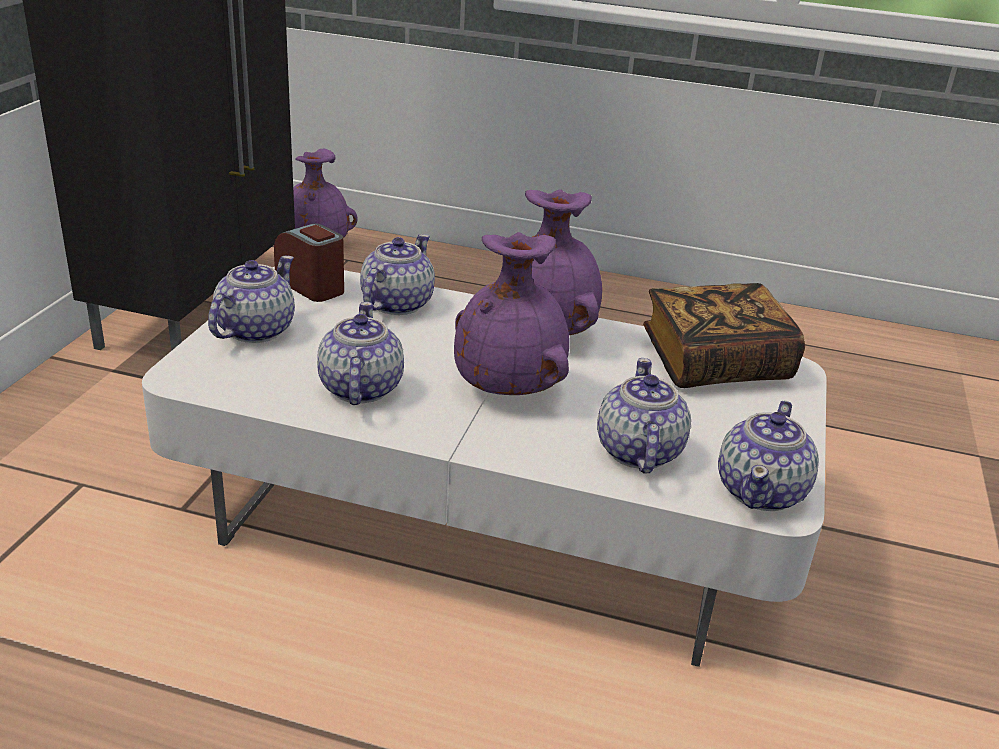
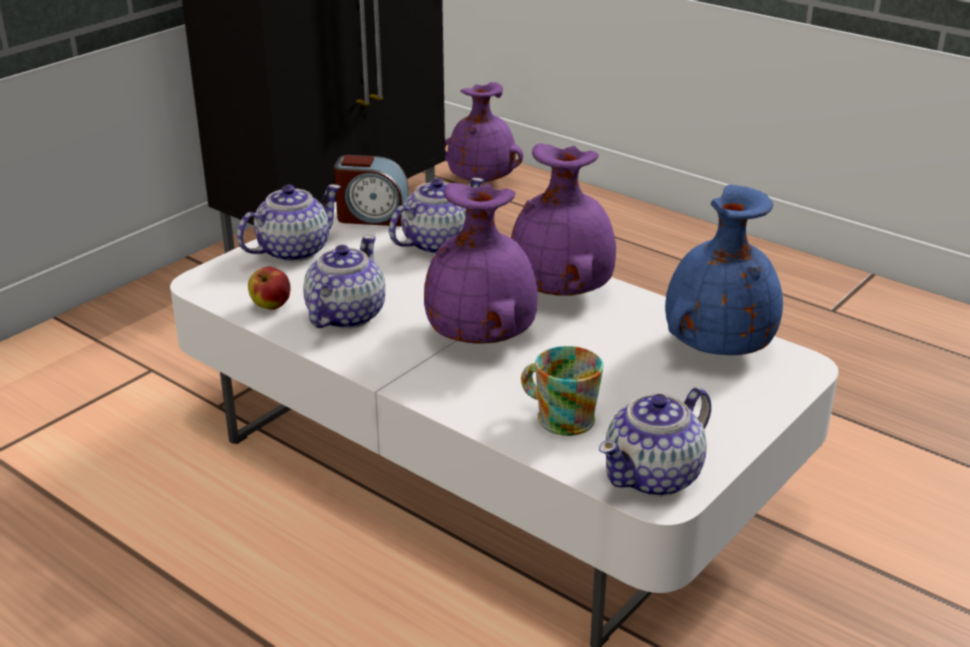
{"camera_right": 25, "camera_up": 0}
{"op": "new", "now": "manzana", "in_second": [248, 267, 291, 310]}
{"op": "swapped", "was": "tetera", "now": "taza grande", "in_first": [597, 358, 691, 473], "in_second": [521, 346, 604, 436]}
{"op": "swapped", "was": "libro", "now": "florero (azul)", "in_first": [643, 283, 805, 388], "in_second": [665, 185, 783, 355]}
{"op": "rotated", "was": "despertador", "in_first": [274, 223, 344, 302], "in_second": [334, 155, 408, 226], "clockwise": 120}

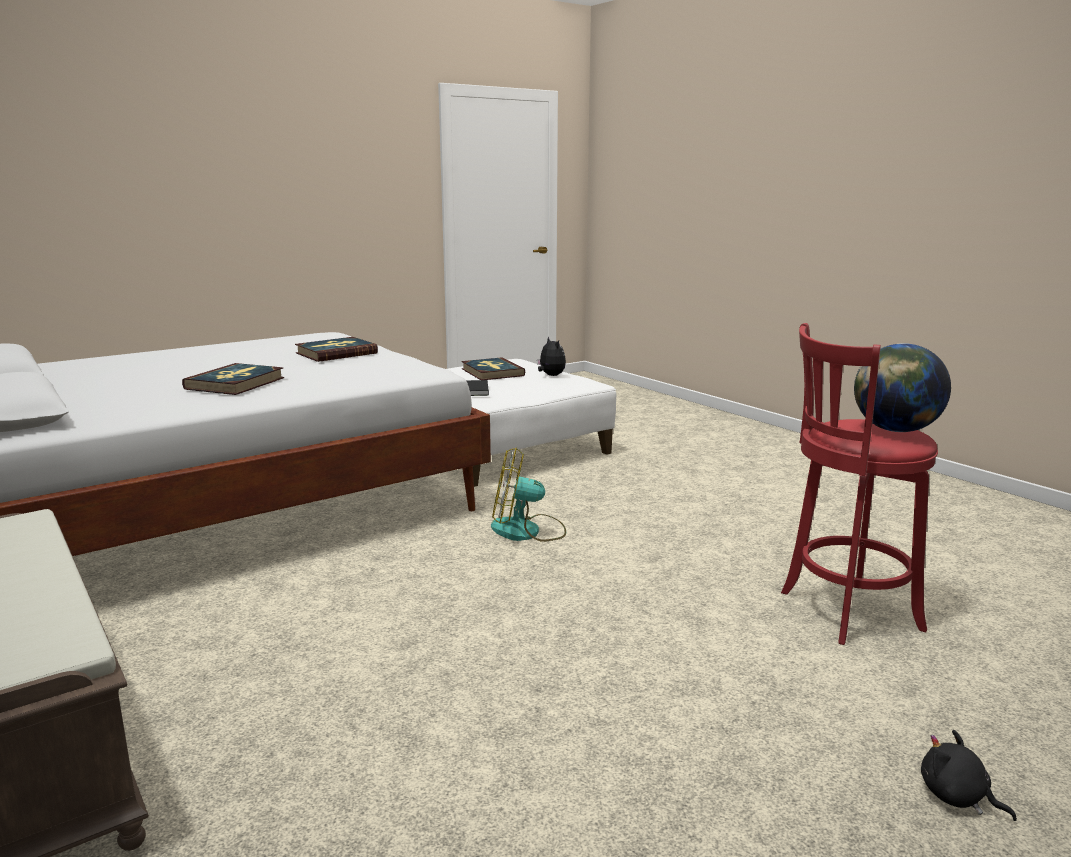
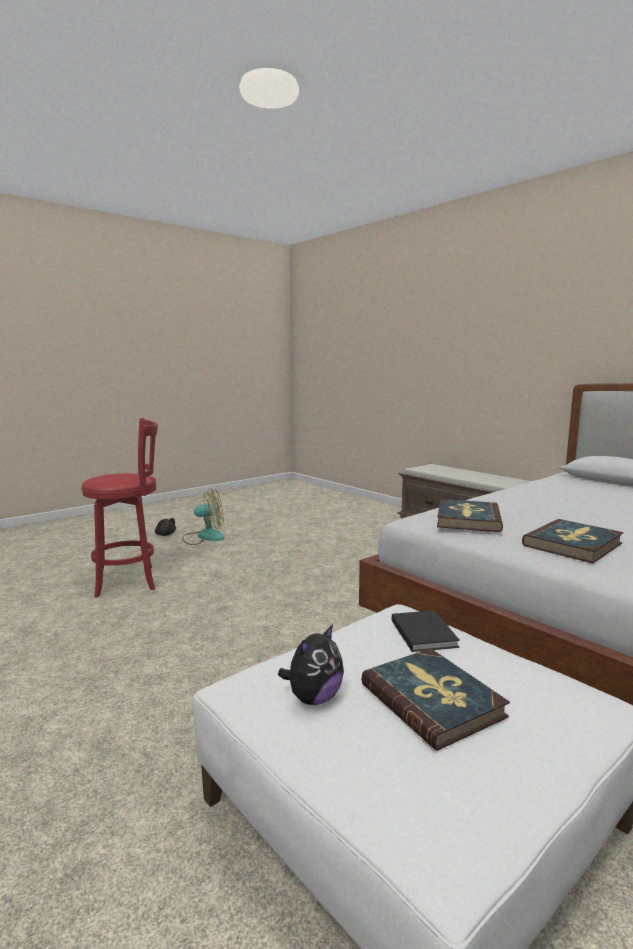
{"camera_right": 175, "camera_up": -5}
{"op": "gone", "was": "globo terráqueo", "in_first": [854, 343, 951, 432]}
{"op": "shifted", "was": "libro", "in_first": [182, 363, 284, 395], "in_second": [437, 499, 503, 532]}
{"op": "shifted", "was": "ventilador", "in_first": [491, 448, 566, 542], "in_second": [182, 488, 224, 545]}
{"op": "rotated", "was": "peluche", "in_first": [537, 336, 566, 376], "in_second": [278, 624, 344, 705], "clockwise": -105}

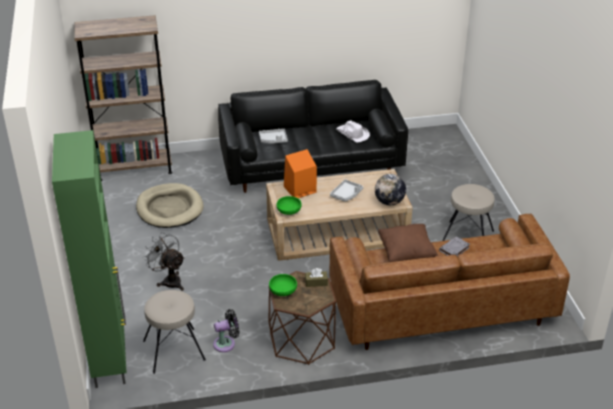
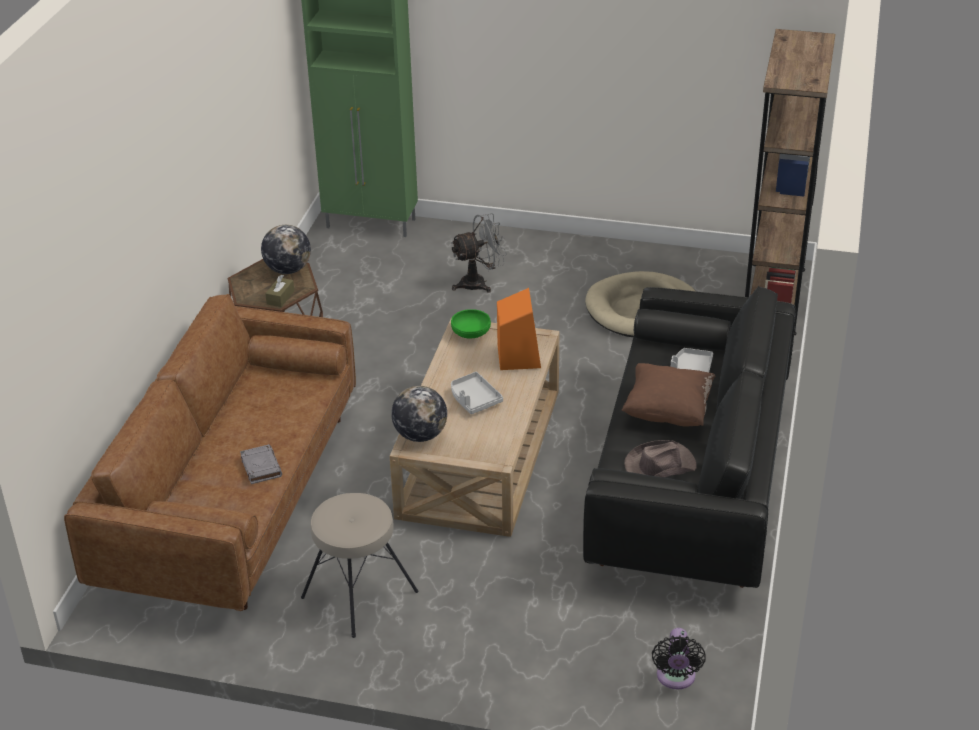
{"camera_right": 115, "camera_up": 0}
{"op": "gone", "was": "taburete (beis)", "in_first": [143, 290, 206, 374]}
{"op": "shifted", "was": "ventilador (negro)", "in_first": [213, 309, 239, 352], "in_second": [652, 628, 706, 690]}
{"op": "shifted", "was": "cojín (marrón)", "in_first": [378, 224, 438, 262], "in_second": [621, 363, 716, 426]}
{"op": "swapped", "was": "cuenco (verde)", "now": "globo terráqueo", "in_first": [269, 274, 297, 296], "in_second": [261, 225, 311, 274]}
{"op": "repainted", "was": "sombrero (blanco)", "now": "sombrero (marrón)", "in_first": [336, 120, 370, 142], "in_second": [624, 440, 696, 478]}

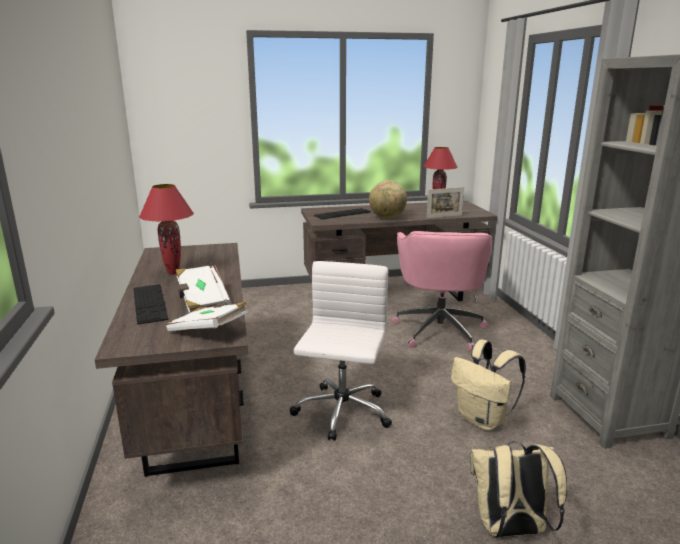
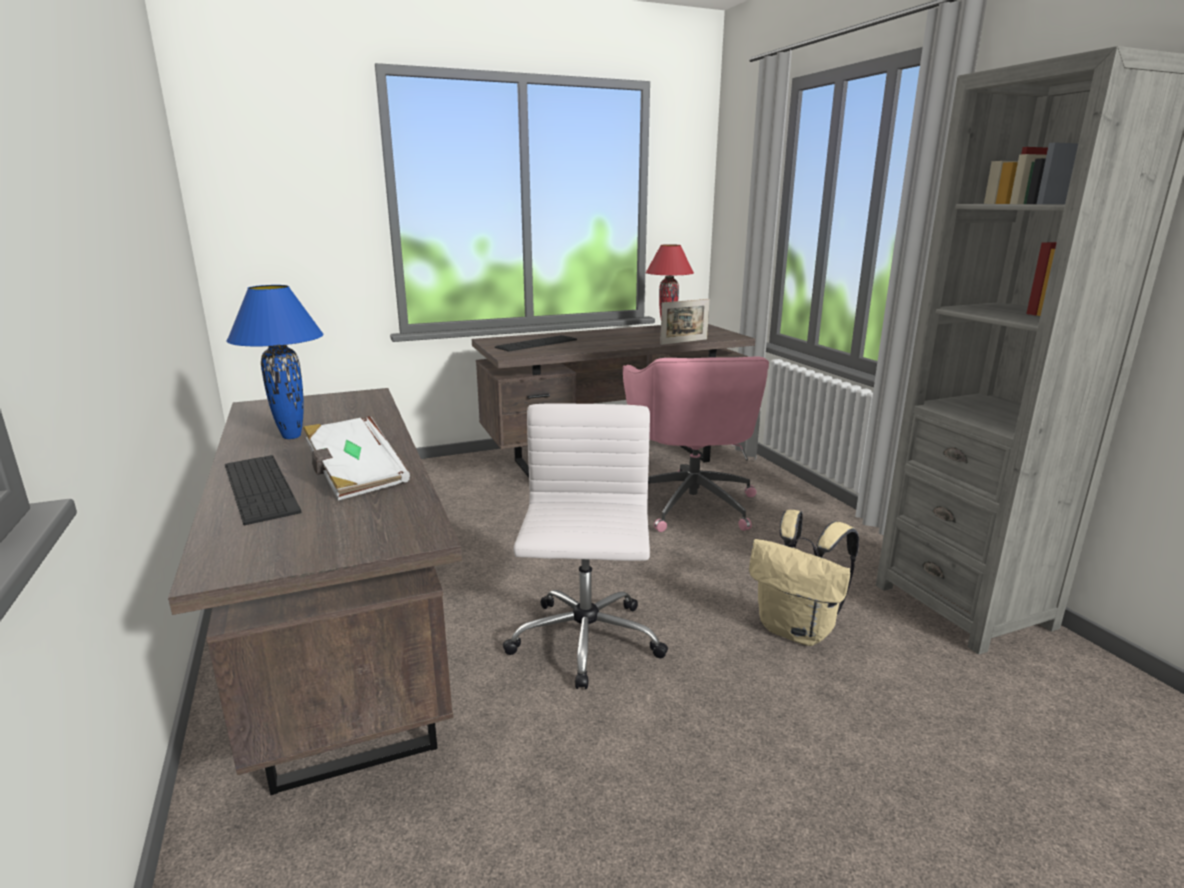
{"camera_right": -10, "camera_up": 0}
{"op": "gone", "was": "libro (blanco)", "in_first": [166, 302, 248, 332]}
{"op": "gone", "was": "globo terráqueo", "in_first": [369, 180, 407, 219]}
{"op": "gone", "was": "mochila (beis)", "in_first": [469, 441, 567, 538]}
{"op": "repainted", "was": "lámpara de mesa (rojo)", "now": "lámpara de mesa (azul)", "in_first": [139, 184, 194, 274], "in_second": [226, 285, 324, 439]}

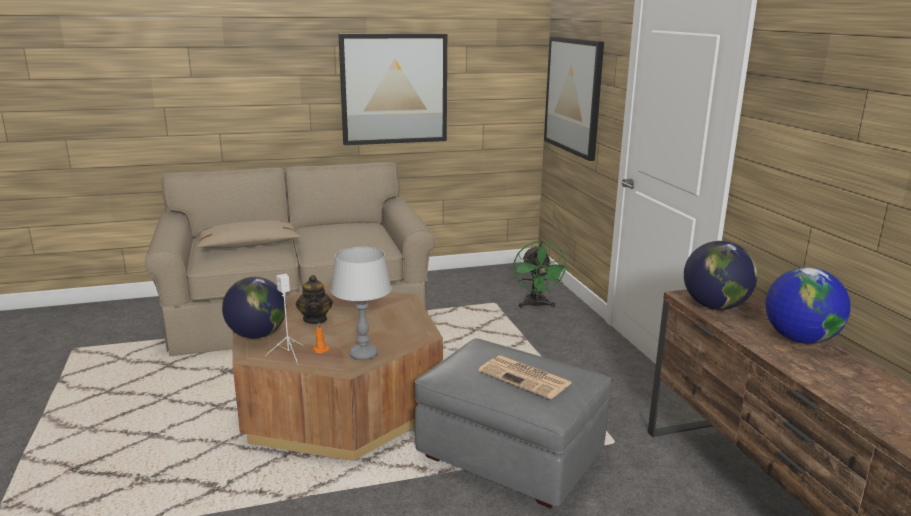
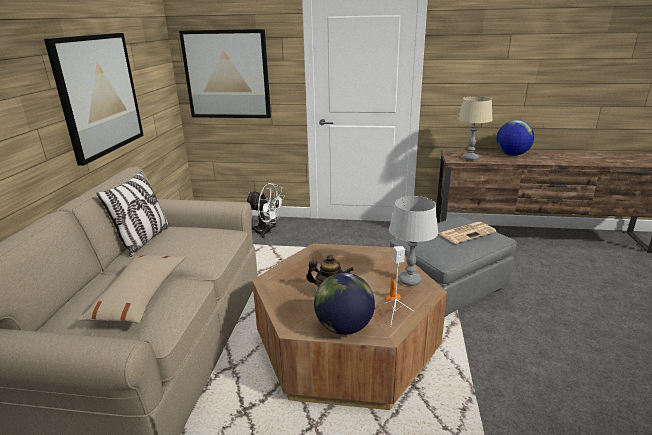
{"camera_right": -65, "camera_up": 5}
{"op": "new", "now": "cojín", "in_second": [96, 171, 170, 257]}
{"op": "swapped", "was": "globo terráqueo", "now": "lámpara de mesa (beis)", "in_first": [684, 241, 757, 310], "in_second": [458, 96, 493, 160]}
{"op": "repainted", "was": "ventilador (verde)", "now": "ventilador (blanco)", "in_first": [513, 241, 568, 308], "in_second": [247, 183, 285, 238]}

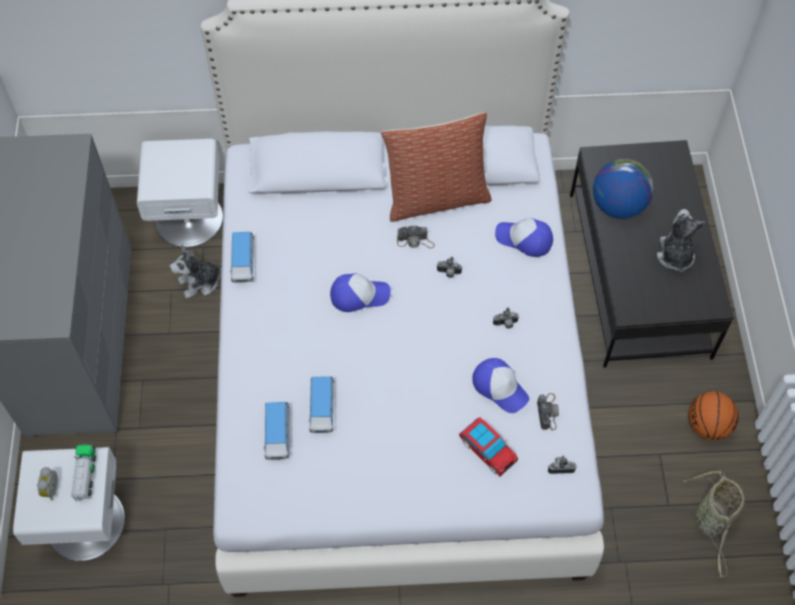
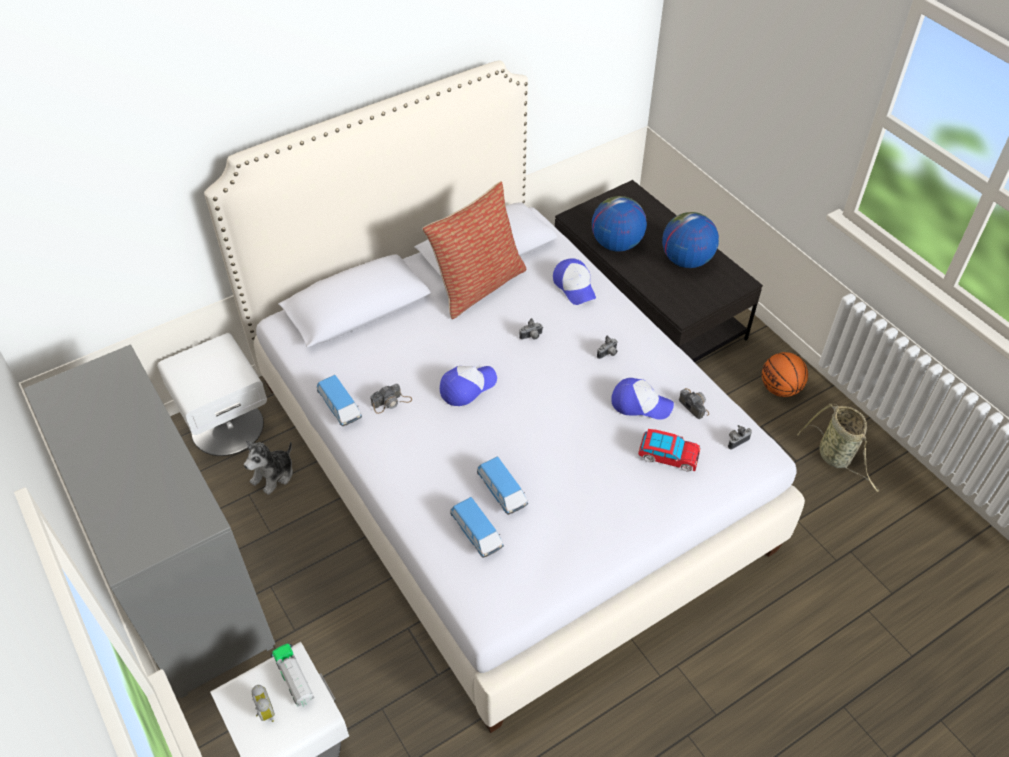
{"camera_right": -30, "camera_up": -10}
{"op": "shifted", "was": "cámara", "in_first": [397, 226, 435, 249], "in_second": [370, 384, 412, 414]}
{"op": "swapped", "was": "peluche", "now": "globo terráqueo", "in_first": [657, 209, 706, 273], "in_second": [662, 212, 719, 268]}
{"op": "rotated", "was": "gorra", "in_first": [495, 218, 553, 257], "in_second": [553, 258, 596, 305], "clockwise": -105}

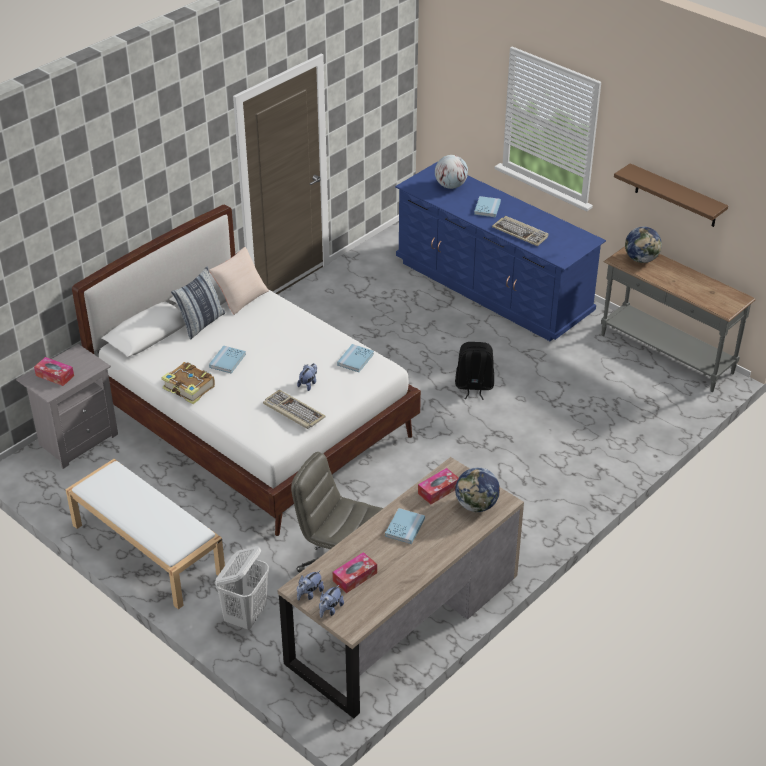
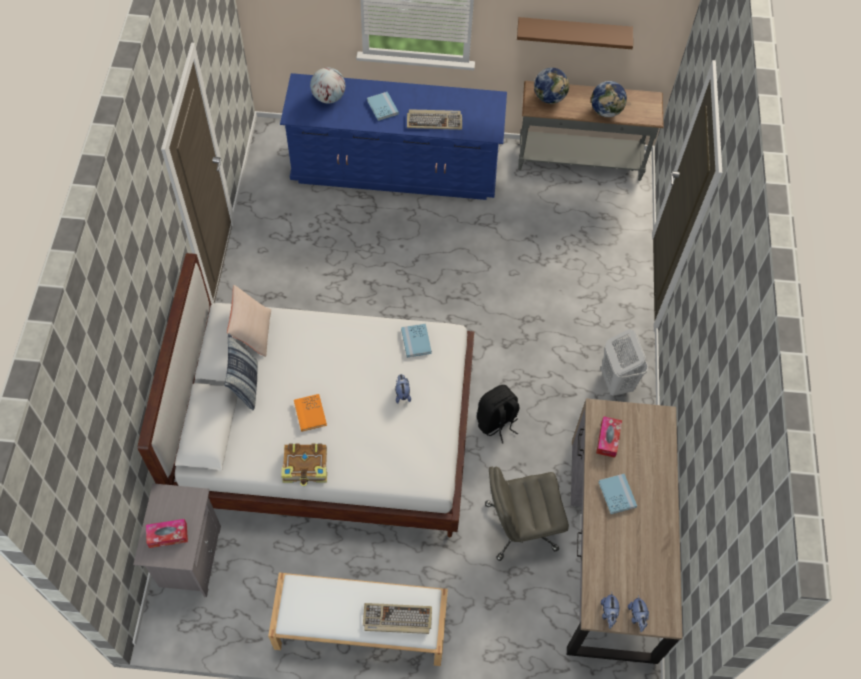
{"camera_right": -40, "camera_up": 20}
{"op": "gone", "was": "caja de pañuelos", "in_first": [333, 552, 377, 593]}
{"op": "shifted", "was": "cesto de la ropa (blanco)", "in_first": [215, 546, 269, 629], "in_second": [601, 329, 648, 396]}
{"op": "shifted", "was": "teclado", "in_first": [263, 390, 326, 429], "in_second": [363, 603, 432, 634]}
{"op": "shifted", "was": "mochila (negro)", "in_first": [455, 342, 494, 400], "in_second": [477, 385, 519, 444]}
{"op": "shifted", "was": "globo terráqueo", "in_first": [455, 467, 500, 512], "in_second": [591, 81, 627, 117]}
{"op": "repainted", "was": "libro (azul)", "now": "libro (naranja)", "in_first": [209, 346, 246, 374], "in_second": [294, 394, 327, 432]}

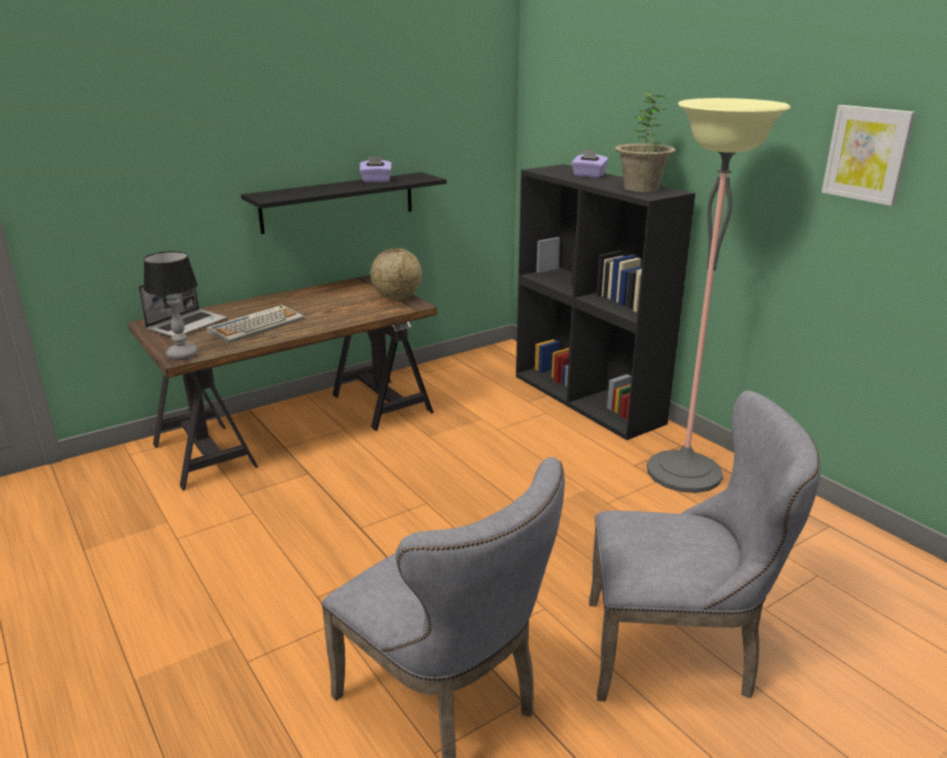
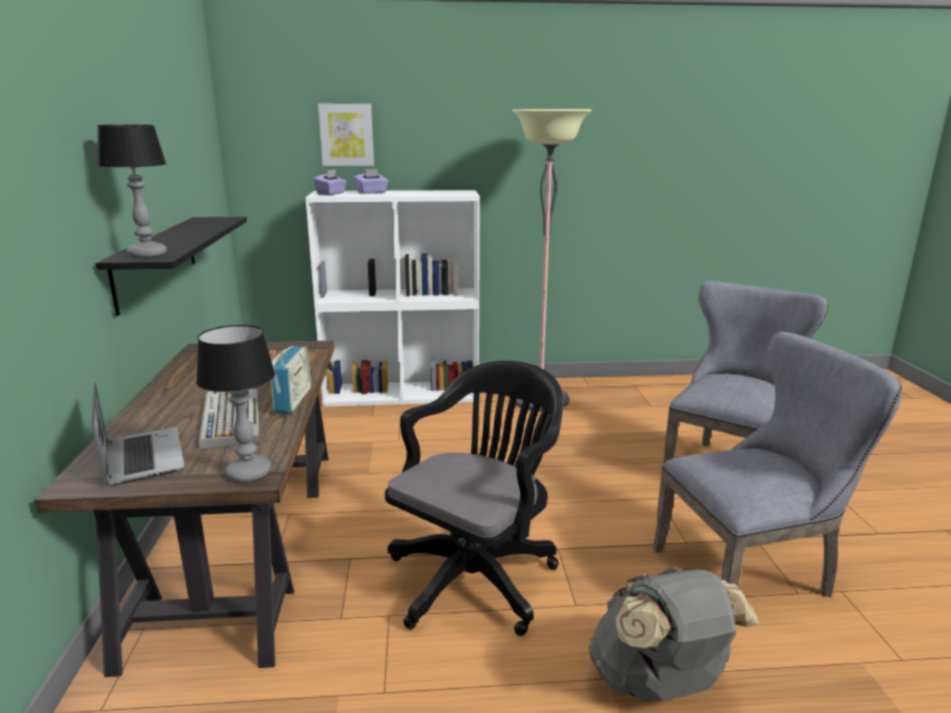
{"camera_right": -60, "camera_up": -5}
{"op": "gone", "was": "globo terráqueo", "in_first": [370, 248, 422, 300]}
{"op": "gone", "was": "planta en maceta", "in_first": [614, 91, 676, 192]}
{"op": "new", "now": "lámpara de mesa", "in_second": [97, 125, 167, 258]}
{"op": "new", "now": "radio", "in_second": [271, 346, 311, 414]}
{"op": "new", "now": "silla de oficina (negro)", "in_second": [385, 361, 564, 636]}
{"op": "new", "now": "mochila (gris)", "in_second": [589, 567, 759, 702]}
{"op": "shifted", "was": "caja de pañuelos (morado)", "in_first": [360, 156, 392, 182], "in_second": [314, 169, 347, 195]}
{"op": "shifted", "was": "cuadro", "in_first": [822, 105, 916, 206], "in_second": [318, 104, 374, 166]}
{"op": "repainted", "was": "estantería (negro)", "now": "estantería (blanco)", "in_first": [516, 164, 695, 440], "in_second": [305, 190, 480, 407]}

